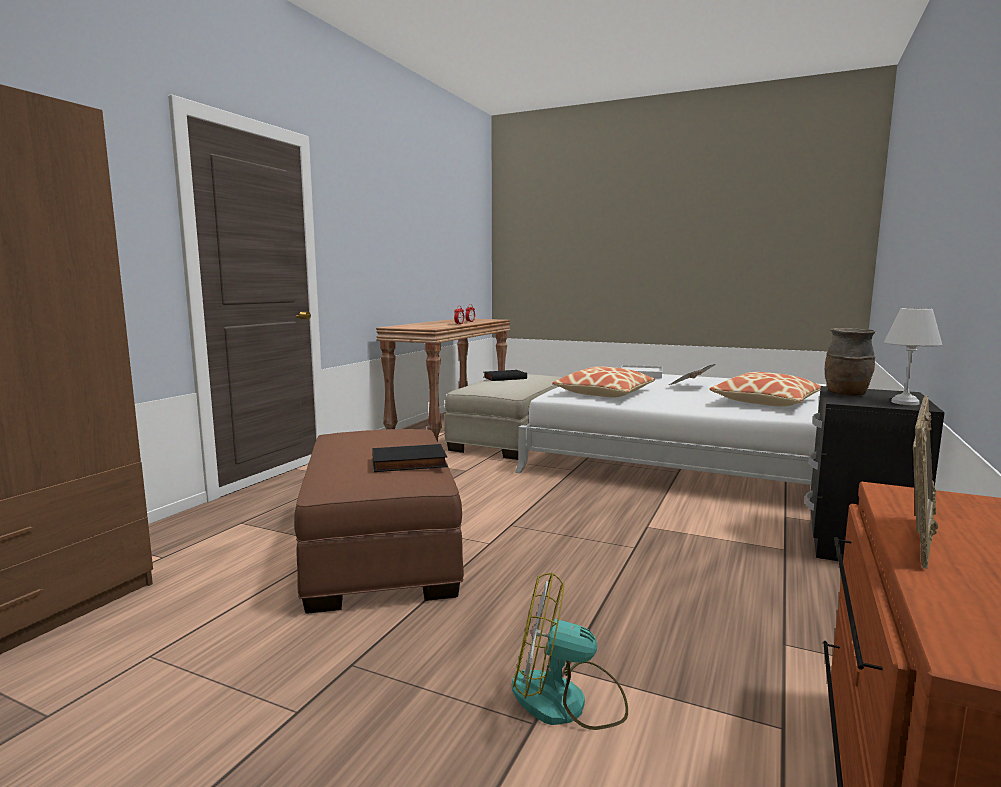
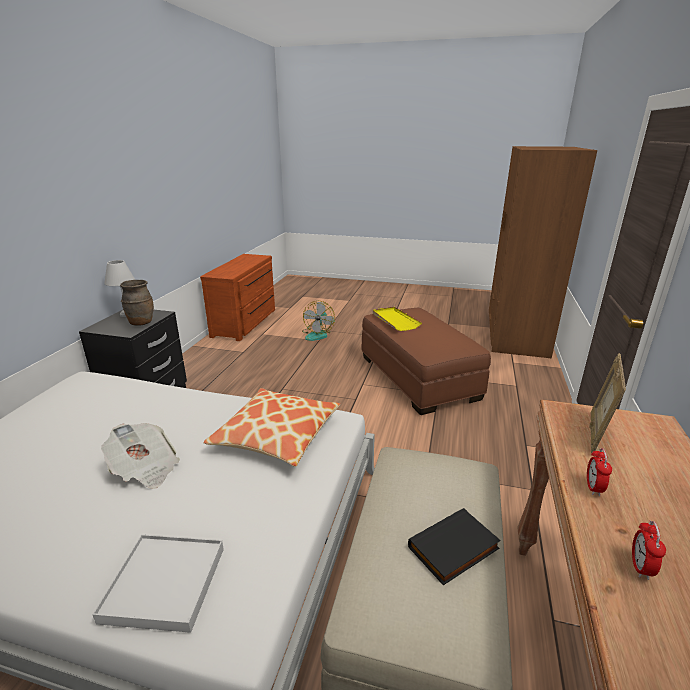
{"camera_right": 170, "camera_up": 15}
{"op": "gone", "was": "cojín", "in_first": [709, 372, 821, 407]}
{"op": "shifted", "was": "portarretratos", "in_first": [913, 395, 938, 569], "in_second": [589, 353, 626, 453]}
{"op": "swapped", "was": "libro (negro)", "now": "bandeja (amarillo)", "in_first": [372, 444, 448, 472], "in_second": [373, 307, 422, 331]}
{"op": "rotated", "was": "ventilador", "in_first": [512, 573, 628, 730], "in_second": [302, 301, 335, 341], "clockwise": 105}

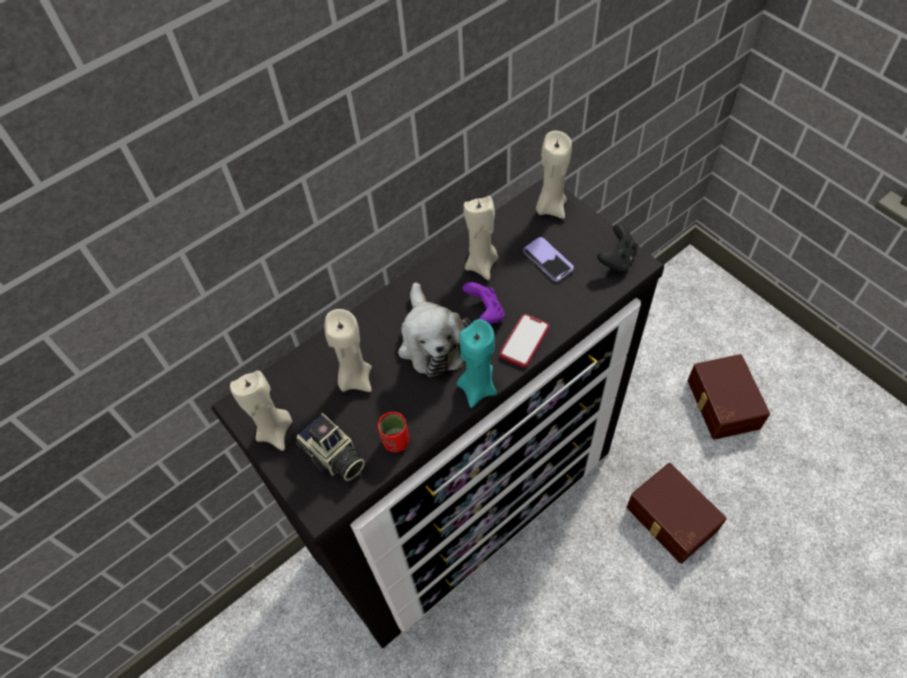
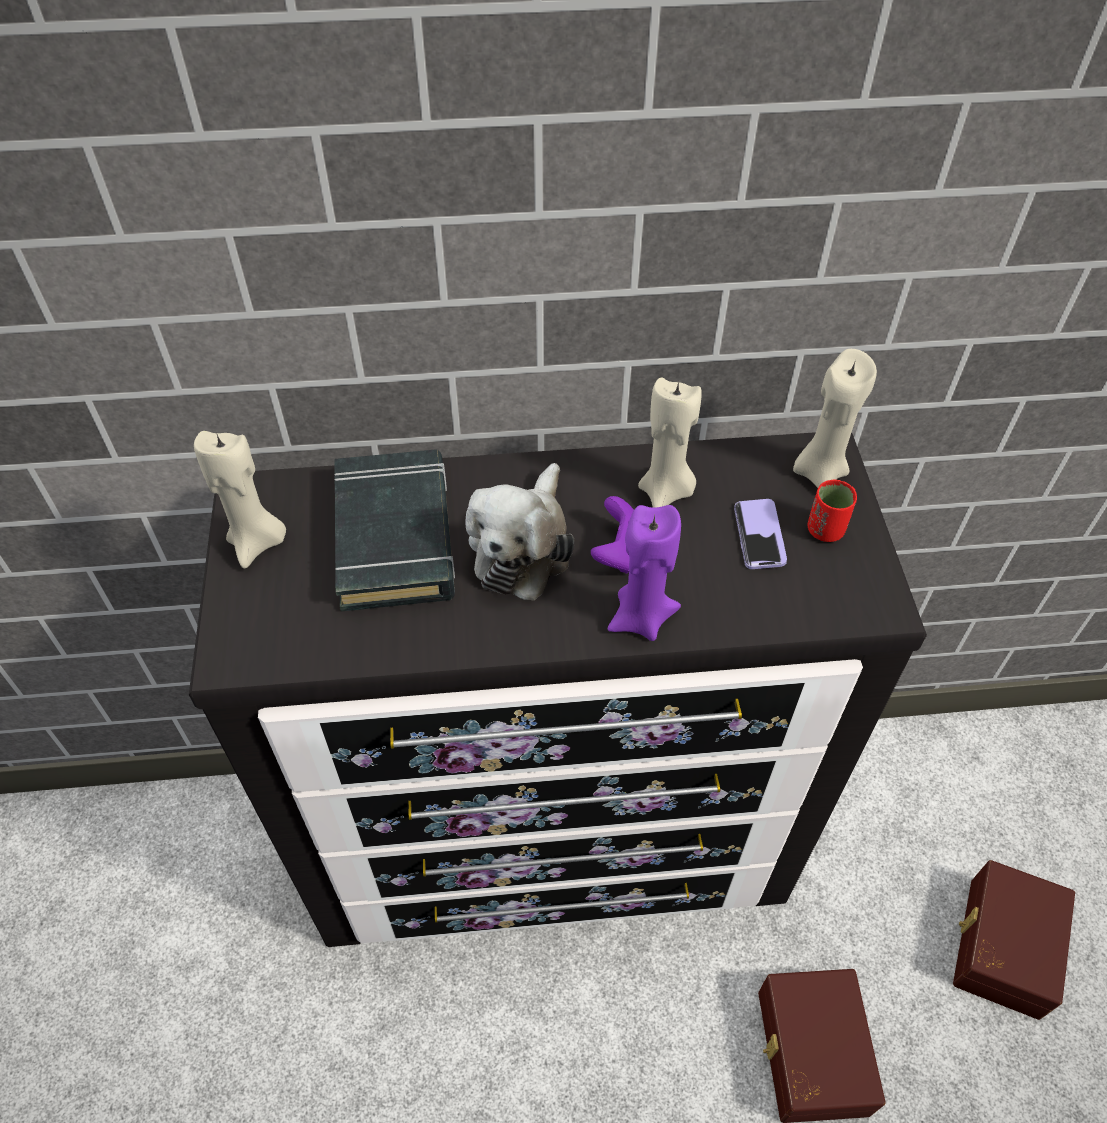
{"camera_right": 30, "camera_up": -5}
{"op": "gone", "was": "cámara", "in_first": [296, 413, 365, 481]}
{"op": "gone", "was": "vela (turquesa)", "in_first": [457, 319, 497, 408]}
{"op": "gone", "was": "mando de consola (negro)", "in_first": [597, 224, 637, 273]}
{"op": "shifted", "was": "taza (rojo)", "in_first": [378, 412, 409, 452], "in_second": [807, 479, 857, 542]}
{"op": "swapped", "was": "vela (beis)", "now": "libro (negro)", "in_first": [325, 309, 372, 392], "in_second": [334, 450, 455, 611]}
{"op": "swapped", "was": "móvil", "now": "vela (morado)", "in_first": [500, 314, 549, 368], "in_second": [608, 505, 681, 641]}

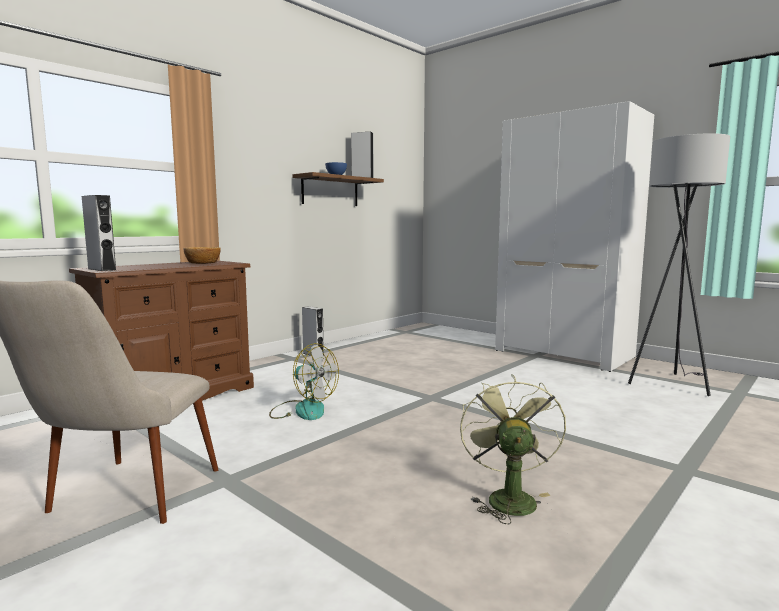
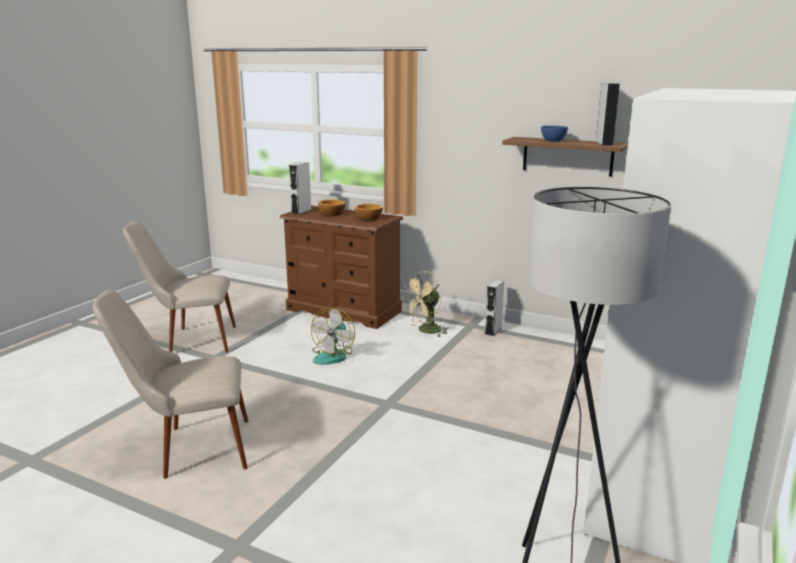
{"camera_right": 75, "camera_up": 10}
{"op": "new", "now": "cuenco", "in_second": [318, 199, 346, 216]}
{"op": "new", "now": "ventilador (beis)", "in_second": [402, 271, 449, 337]}
{"op": "swapped", "was": "ventilador (verde)", "now": "silla (beis)", "in_first": [460, 374, 566, 524], "in_second": [93, 290, 248, 479]}

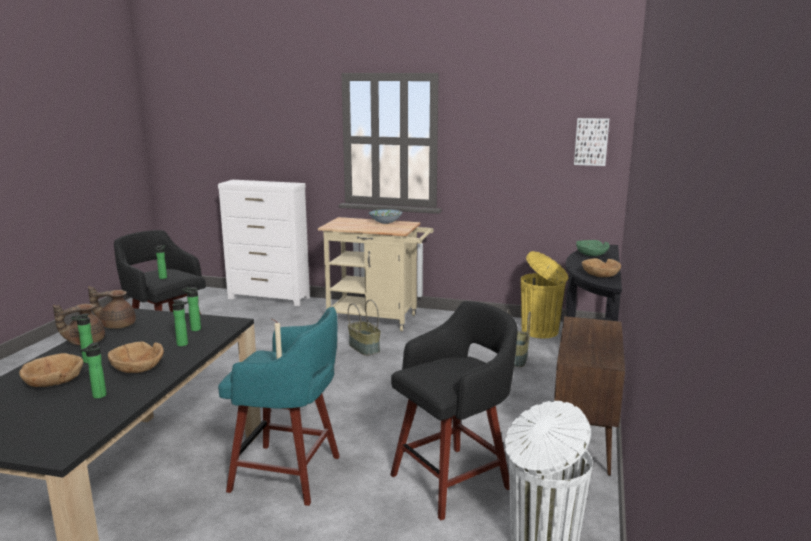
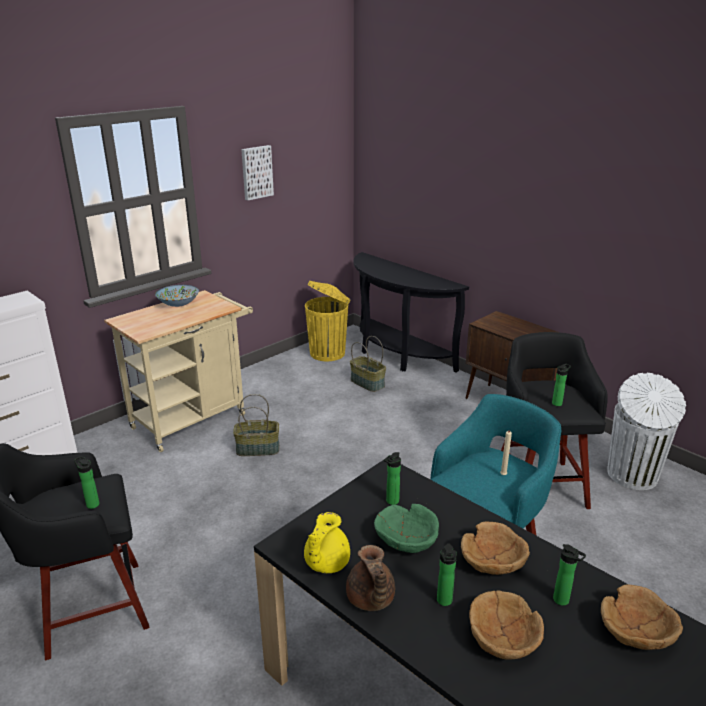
{"camera_right": -60, "camera_up": 10}
{"op": "shifted", "was": "botella", "in_first": [172, 300, 188, 346], "in_second": [552, 364, 571, 406]}
{"op": "shifted", "was": "cuadro", "in_first": [574, 118, 609, 166], "in_second": [241, 145, 274, 200]}
{"op": "shifted", "was": "cuenco (verde)", "in_first": [576, 240, 610, 256], "in_second": [374, 504, 439, 553]}
{"op": "shifted", "was": "cuenco (marrón)", "in_first": [582, 258, 621, 277], "in_second": [601, 584, 683, 650]}
{"op": "repainted", "was": "tetera (marrón)", "now": "tetera (amarillo)", "in_first": [88, 286, 136, 329], "in_second": [304, 512, 350, 573]}

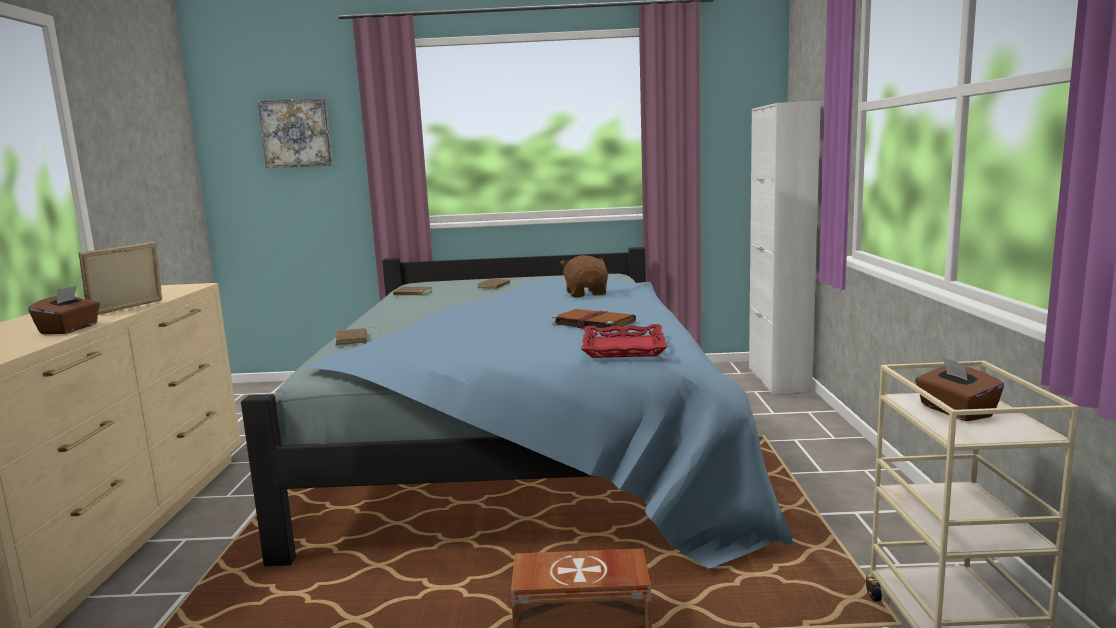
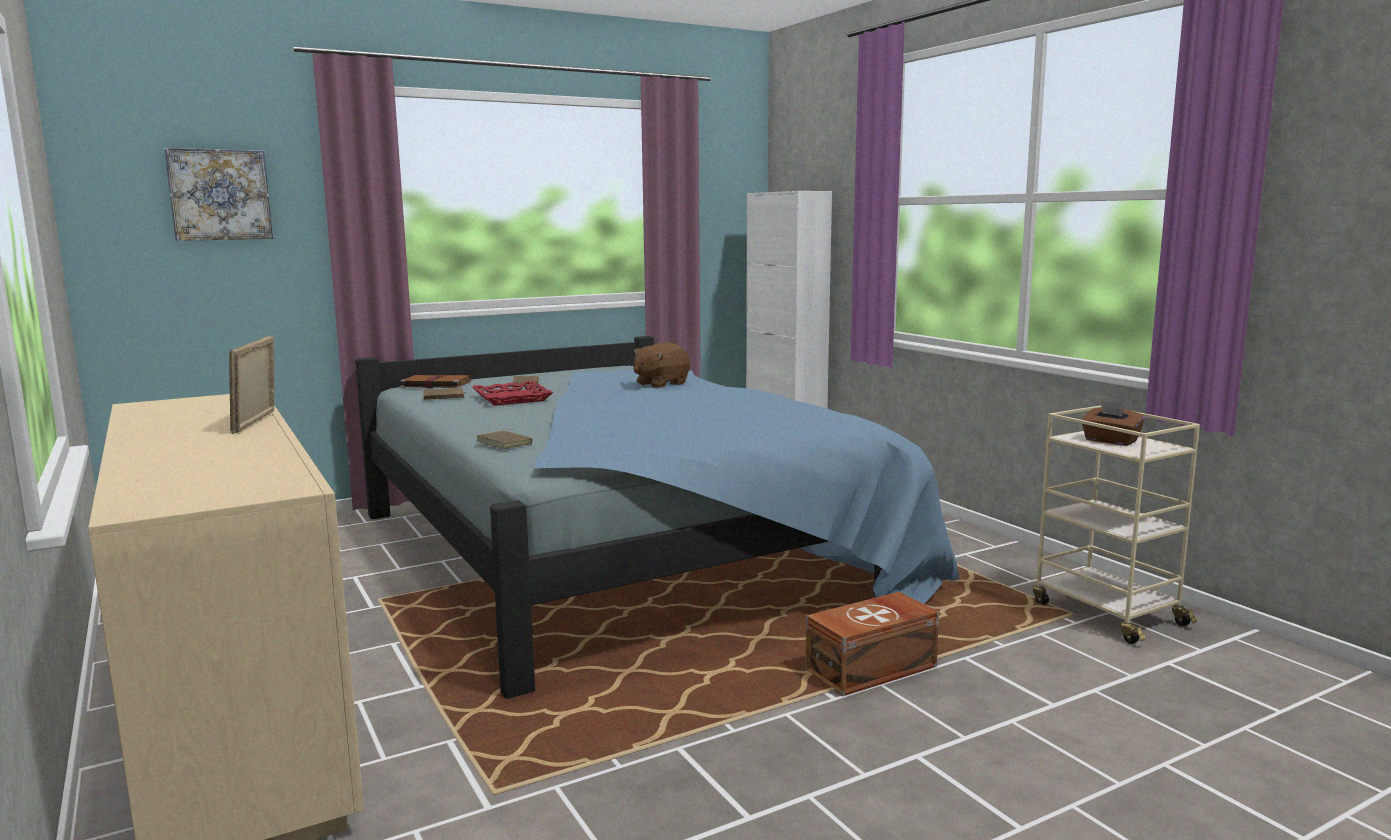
{"camera_right": -30, "camera_up": 0}
{"op": "gone", "was": "caja de pañuelos (marrón)", "in_first": [28, 286, 100, 334]}
{"op": "shifted", "was": "libro (marrón)", "in_first": [552, 309, 636, 332], "in_second": [400, 375, 472, 388]}
{"op": "shifted", "was": "bandeja (rojo)", "in_first": [581, 324, 668, 358], "in_second": [472, 381, 553, 406]}
{"op": "rotated", "was": "peluche (marrón)", "in_first": [560, 255, 608, 297], "in_second": [633, 343, 690, 388], "clockwise": -90}

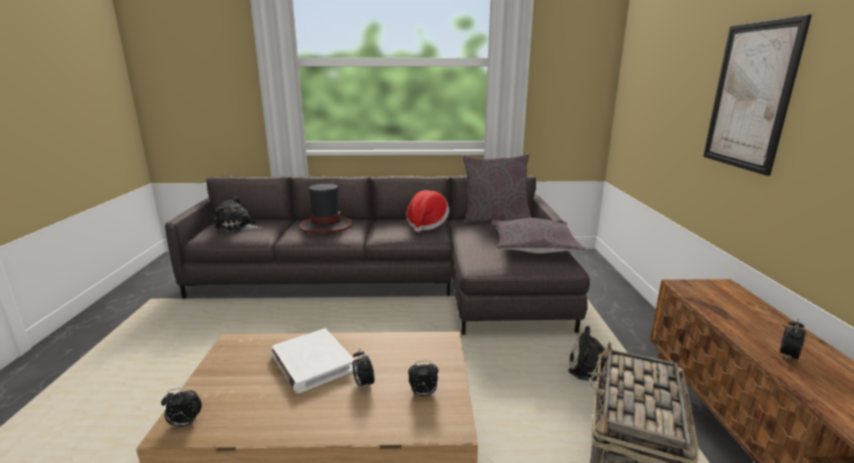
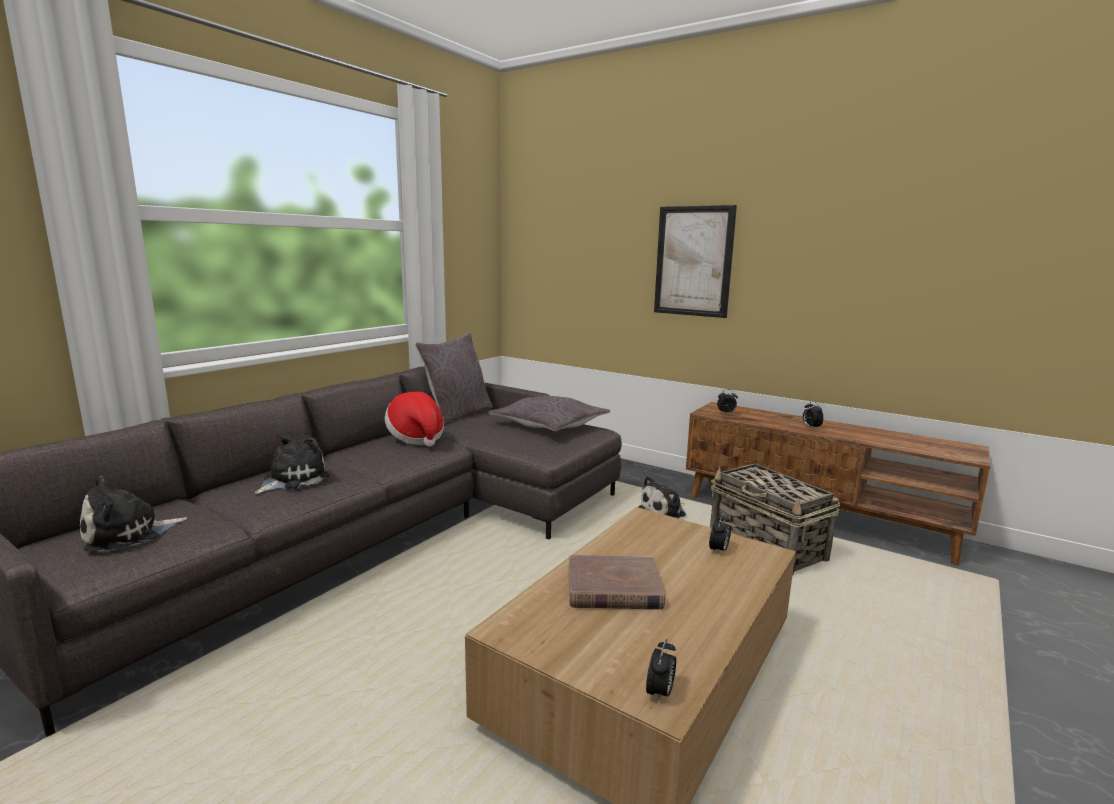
{"camera_right": -55, "camera_up": -5}
{"op": "shifted", "was": "despertador", "in_first": [352, 349, 374, 390], "in_second": [717, 389, 738, 415]}
{"op": "swapped", "was": "sombrero", "now": "peluche", "in_first": [299, 184, 353, 233], "in_second": [255, 435, 330, 494]}
{"op": "repainted", "was": "libro (blanco)", "now": "libro (marrón)", "in_first": [271, 328, 354, 394], "in_second": [569, 555, 665, 609]}

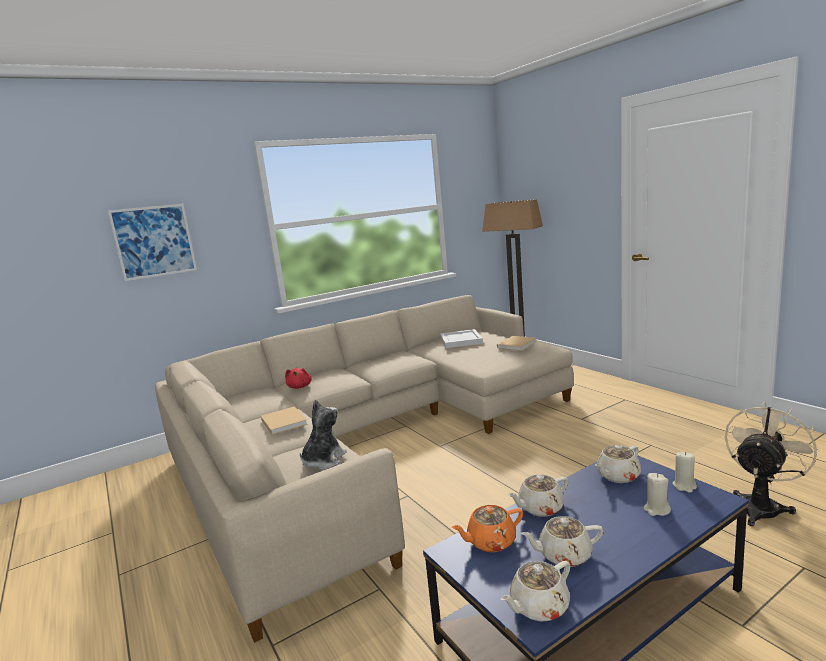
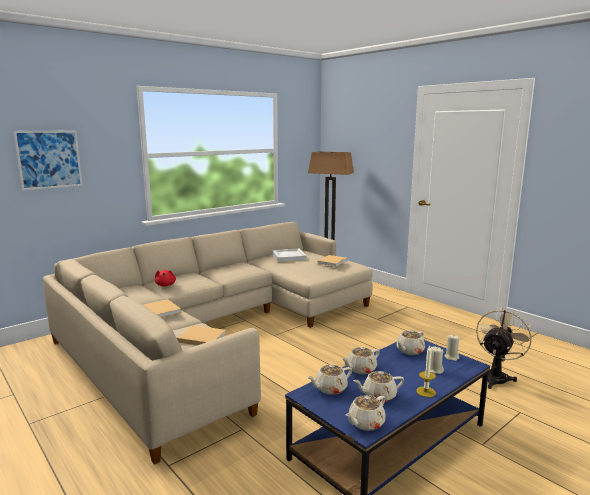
{"camera_right": -10, "camera_up": 0}
{"op": "new", "now": "vela", "in_second": [416, 346, 436, 397]}
{"op": "swapped", "was": "peluche", "now": "libro (beis)", "in_first": [300, 400, 347, 470], "in_second": [177, 325, 226, 345]}
{"op": "repainted", "was": "tetera (naranja)", "now": "tetera (beis)", "in_first": [452, 505, 523, 552], "in_second": [307, 364, 352, 395]}

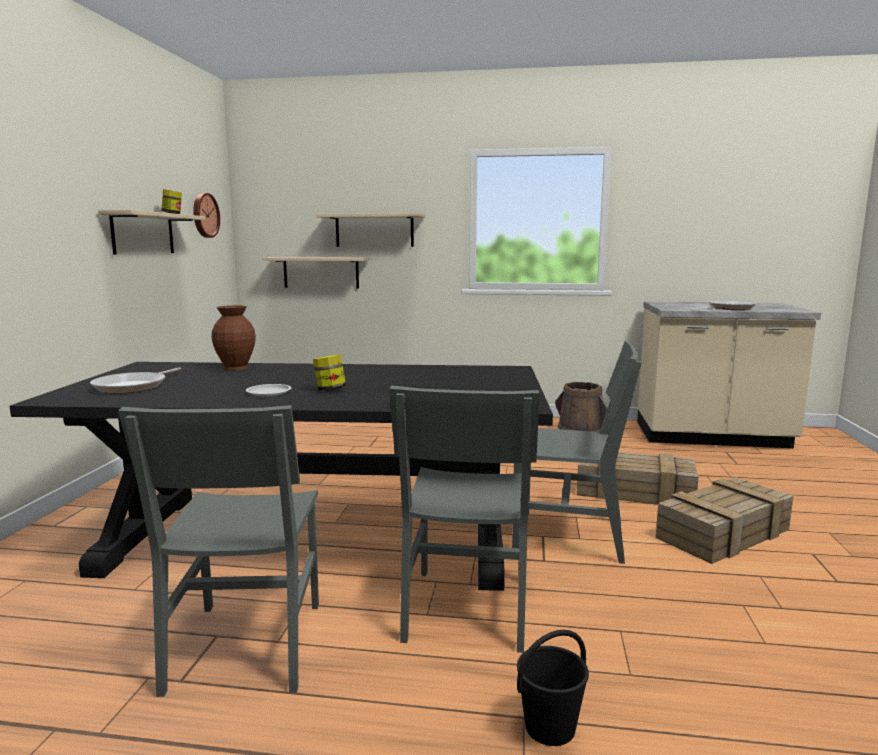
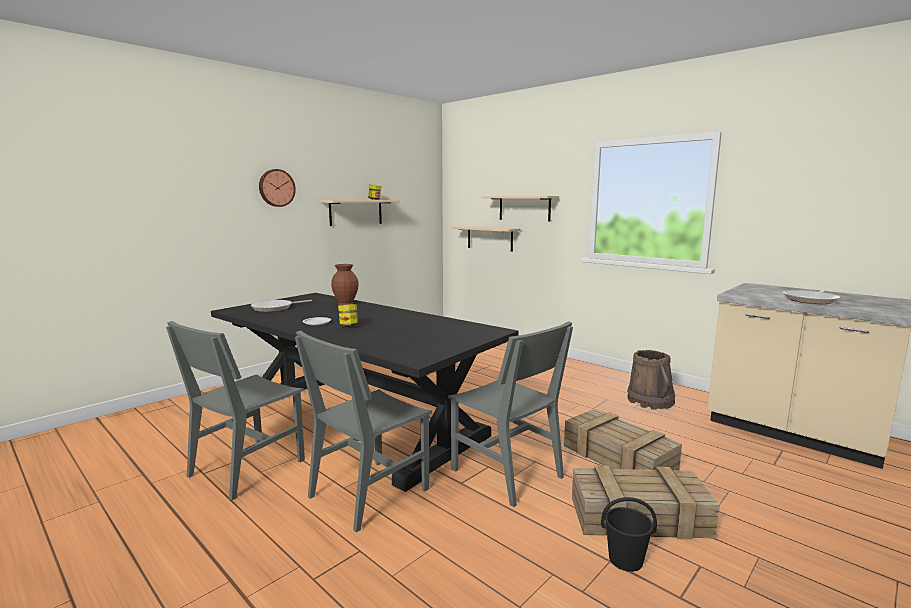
{"camera_right": 35, "camera_up": 0}
{"op": "shifted", "was": "reloj de pared", "in_first": [193, 193, 220, 238], "in_second": [259, 169, 296, 207]}
{"op": "shifted", "was": "cubo (negro)", "in_first": [517, 630, 589, 746], "in_second": [601, 497, 657, 572]}

